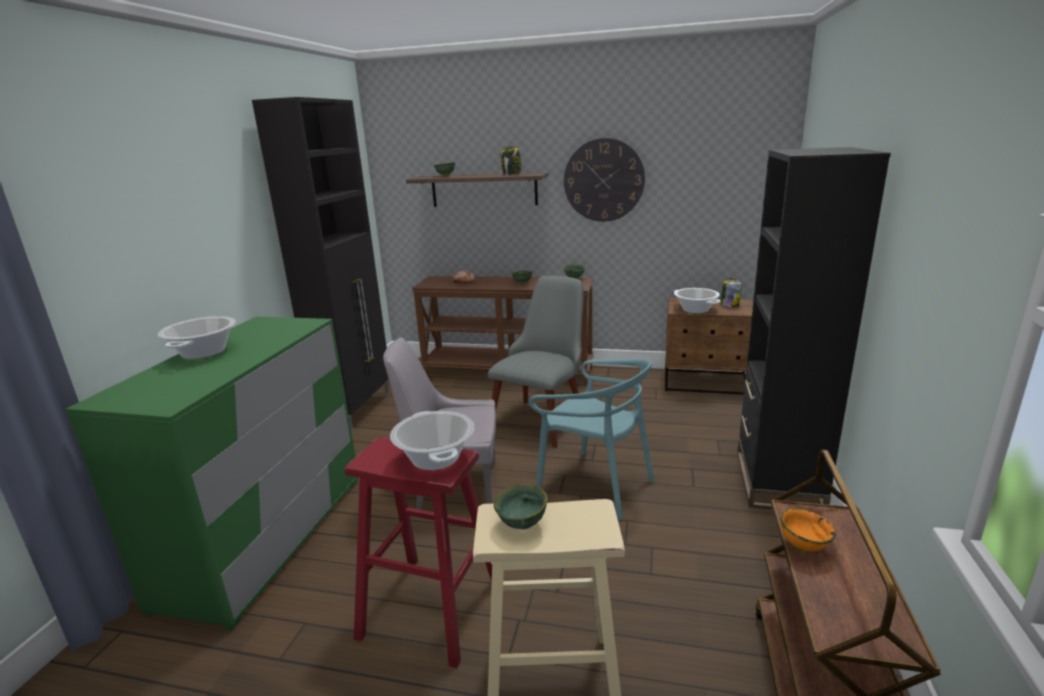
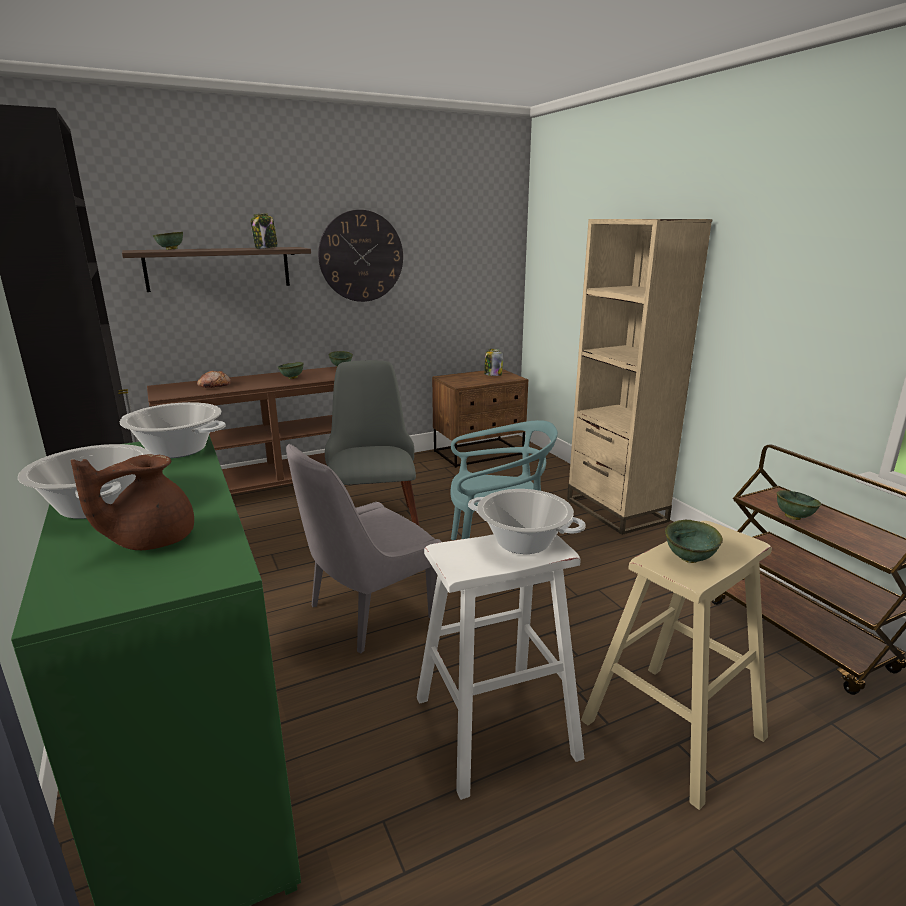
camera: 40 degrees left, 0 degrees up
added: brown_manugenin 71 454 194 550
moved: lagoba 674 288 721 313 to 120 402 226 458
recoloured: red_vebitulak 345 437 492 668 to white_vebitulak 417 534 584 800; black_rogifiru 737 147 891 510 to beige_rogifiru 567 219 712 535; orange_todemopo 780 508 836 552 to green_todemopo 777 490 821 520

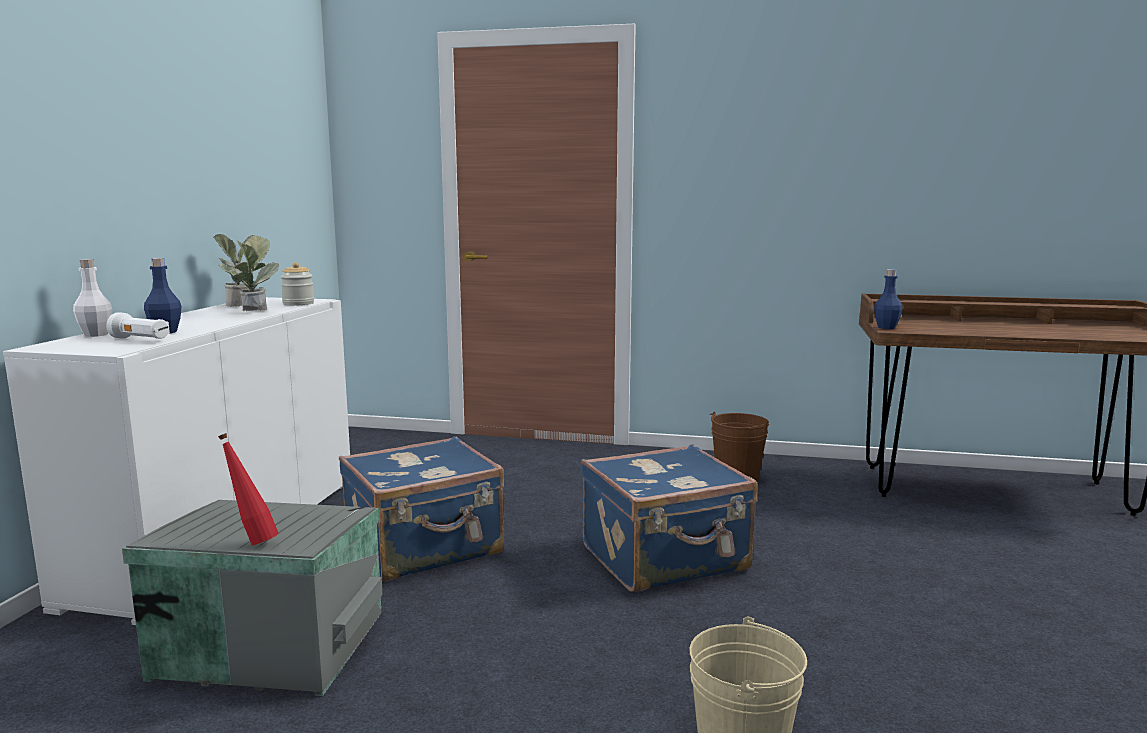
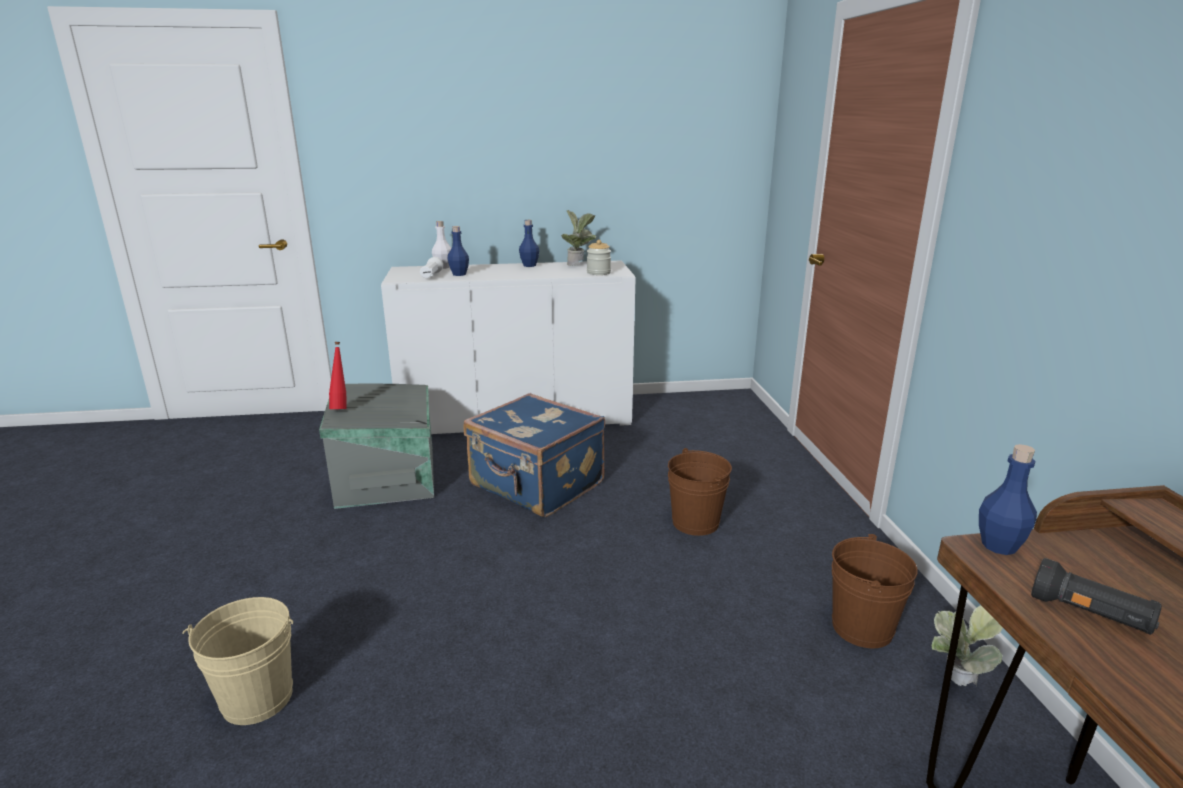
camera: 70 degrees right, 10 degrees up
removed: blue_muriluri 581 444 757 592
added: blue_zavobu 519 220 539 267; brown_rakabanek 668 448 732 536; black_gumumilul 1031 558 1162 635
moved: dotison 218 235 279 311 to 932 605 1003 686

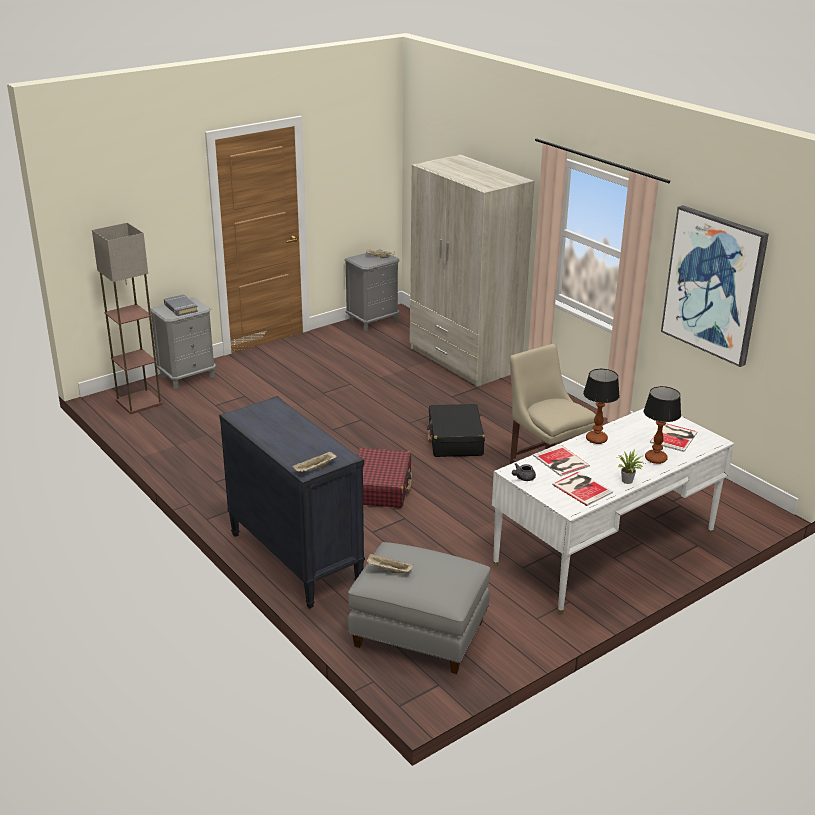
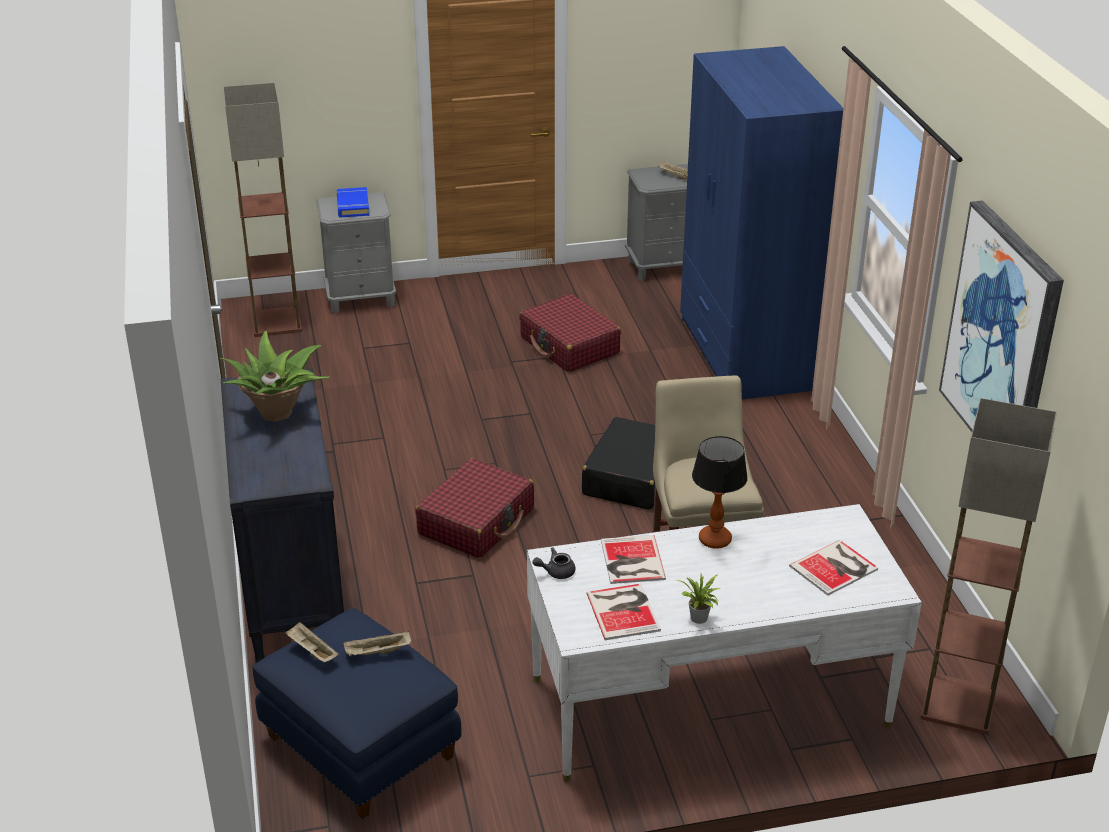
camera: 25 degrees right, 5 degrees up
removed: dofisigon 644 386 681 464
added: dotison 220 331 329 422; red_muriluri 520 294 621 372; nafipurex 921 398 1057 735
moved: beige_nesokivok 292 451 337 472 to 343 631 411 656
recoloured: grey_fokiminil 164 294 198 316 to blue_fokiminil 336 187 369 218; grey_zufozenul 347 542 490 674 to blue_zufozenul 252 608 461 819; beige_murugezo 410 155 534 387 to blue_murugezo 680 46 843 399

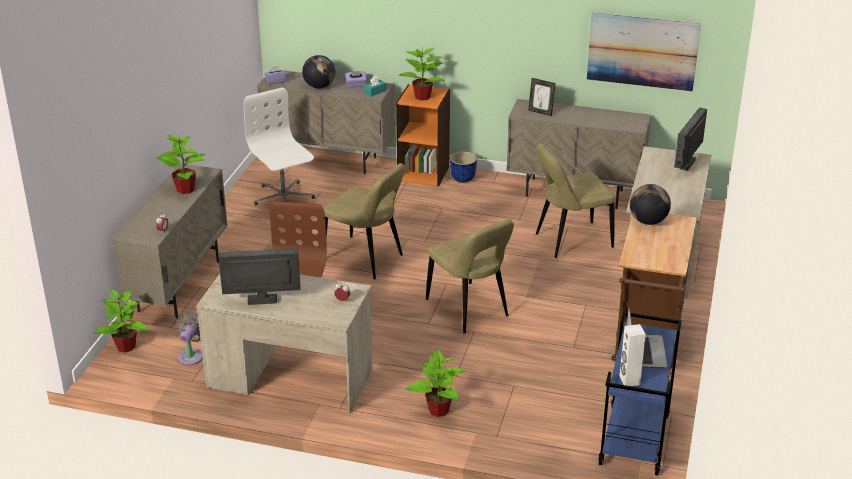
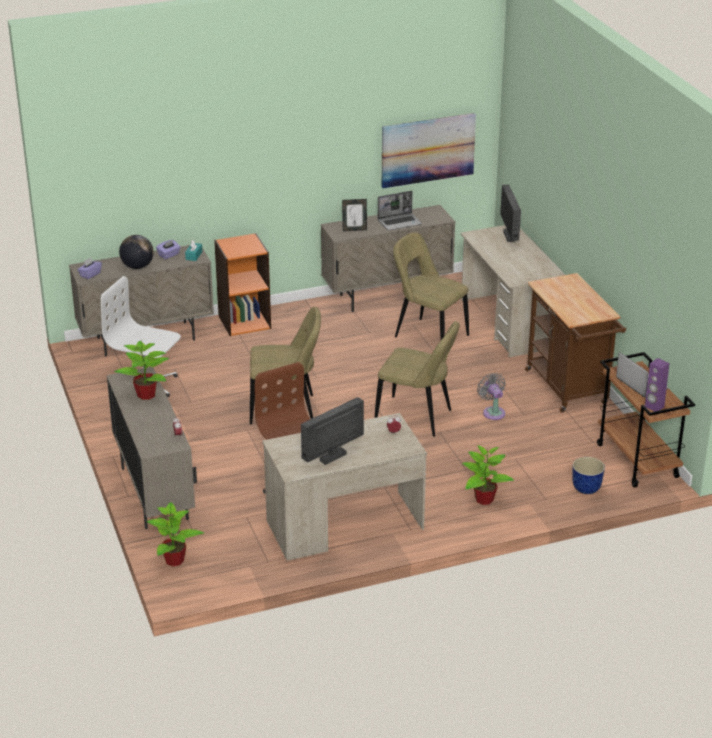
camera: 35 degrees left, 0 degrees up
removed: dotison 399 48 444 100; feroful 630 184 671 225
added: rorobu 378 191 422 230
moved: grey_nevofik 176 312 203 365 to 477 373 506 420; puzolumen 450 151 477 183 to 573 457 605 494
recoloured: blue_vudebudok 598 312 682 475 to brown_vudebudok 597 352 695 488; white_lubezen 619 324 646 386 to purple_lubezen 645 358 669 411
turned: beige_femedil 536 143 615 258 = 393 232 469 340 90 degrees clockwise

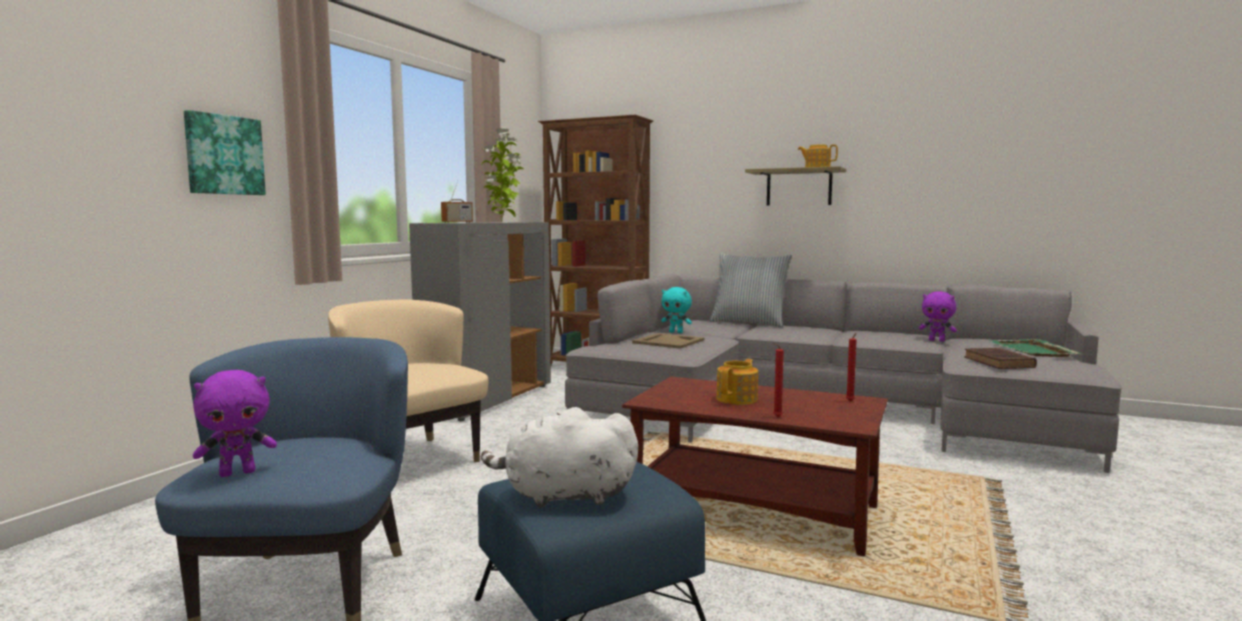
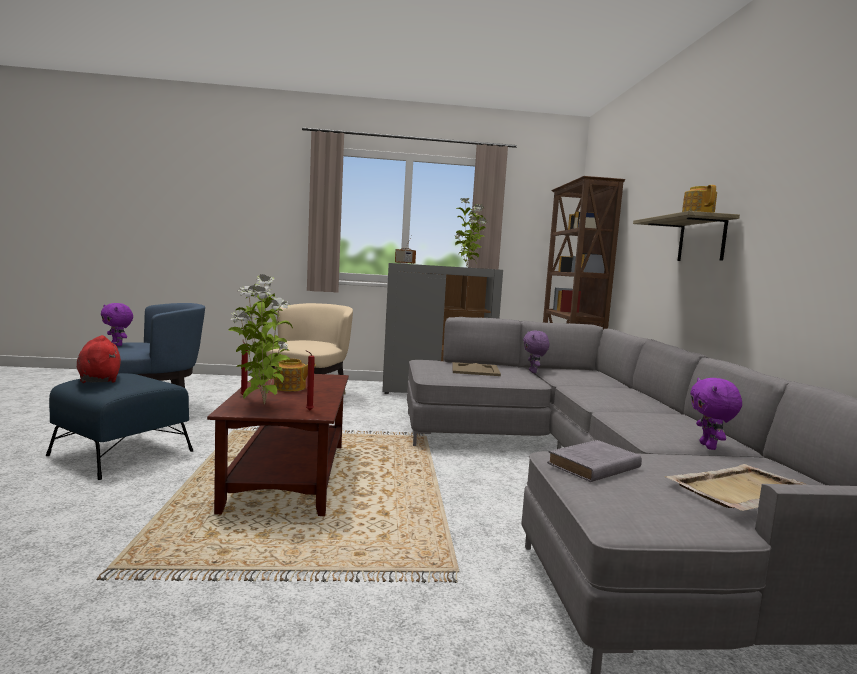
camera: 60 degrees right, 0 degrees up
removed: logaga 184 110 266 195; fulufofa 709 253 792 328
added: dotison 229 274 293 405
recoloured: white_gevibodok 481 407 638 508 to red_gevibodok 77 335 121 383; turquoise_gevibodok 662 287 692 333 to purple_gevibodok 523 331 549 373; brown_fokiminil 964 348 1037 369 to grey_fokiminil 547 440 642 482; green_nesokivok 989 339 1083 357 to beige_nesokivok 665 464 807 511

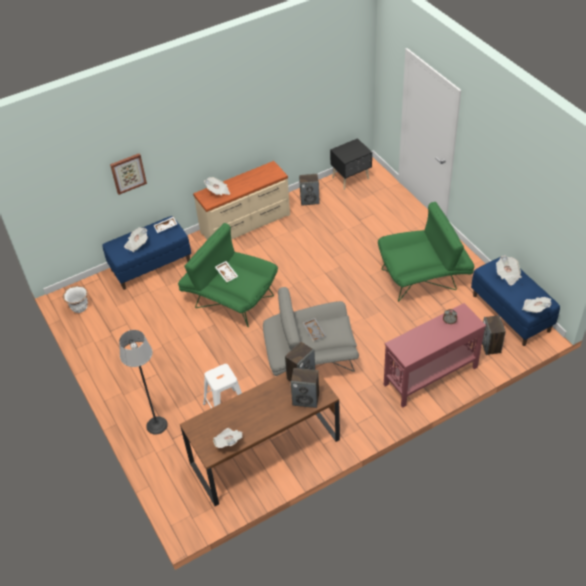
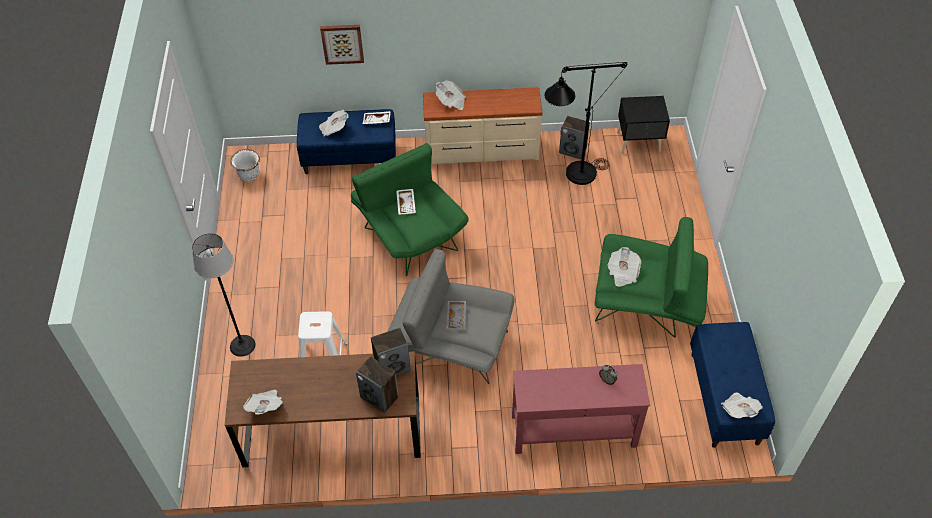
camera: 25 degrees right, 5 degrees up
removed: lubezen 482 315 506 355
added: black_nafipurex 544 62 627 185
moved: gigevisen 496 255 522 285 to 607 247 641 287

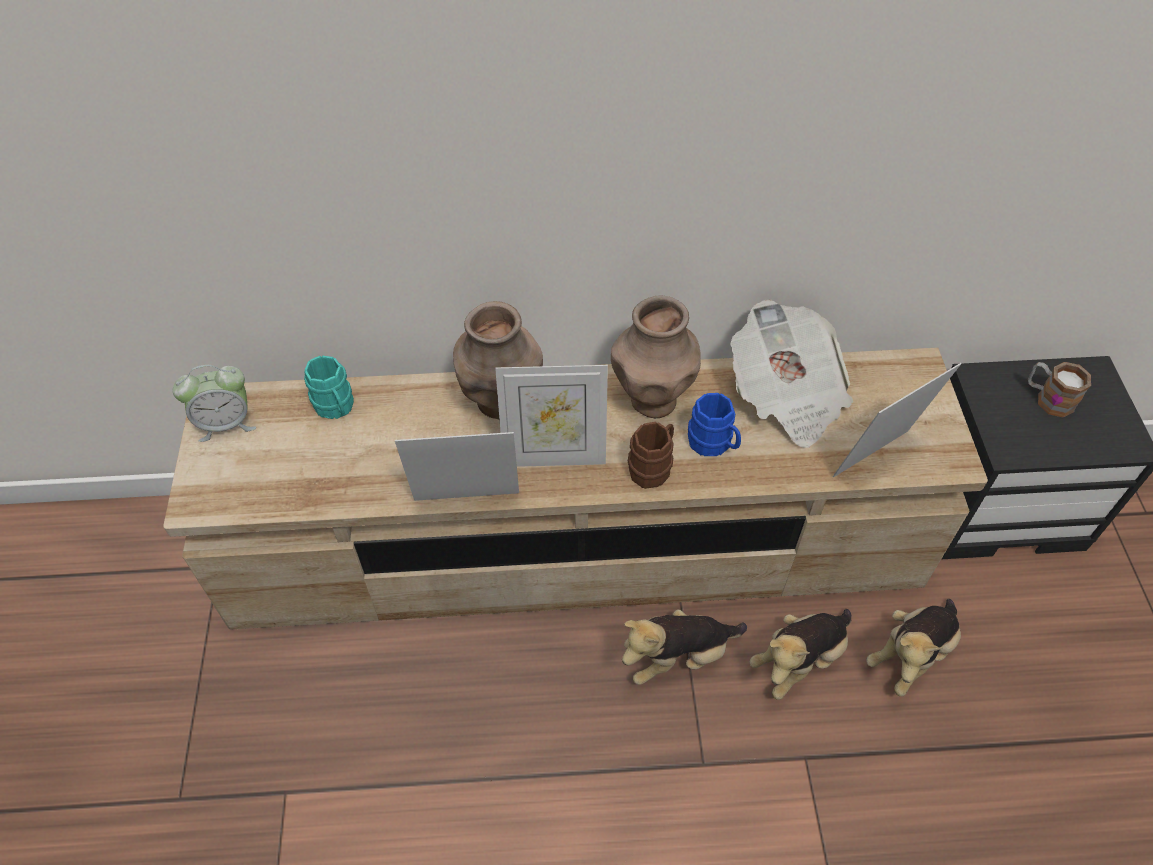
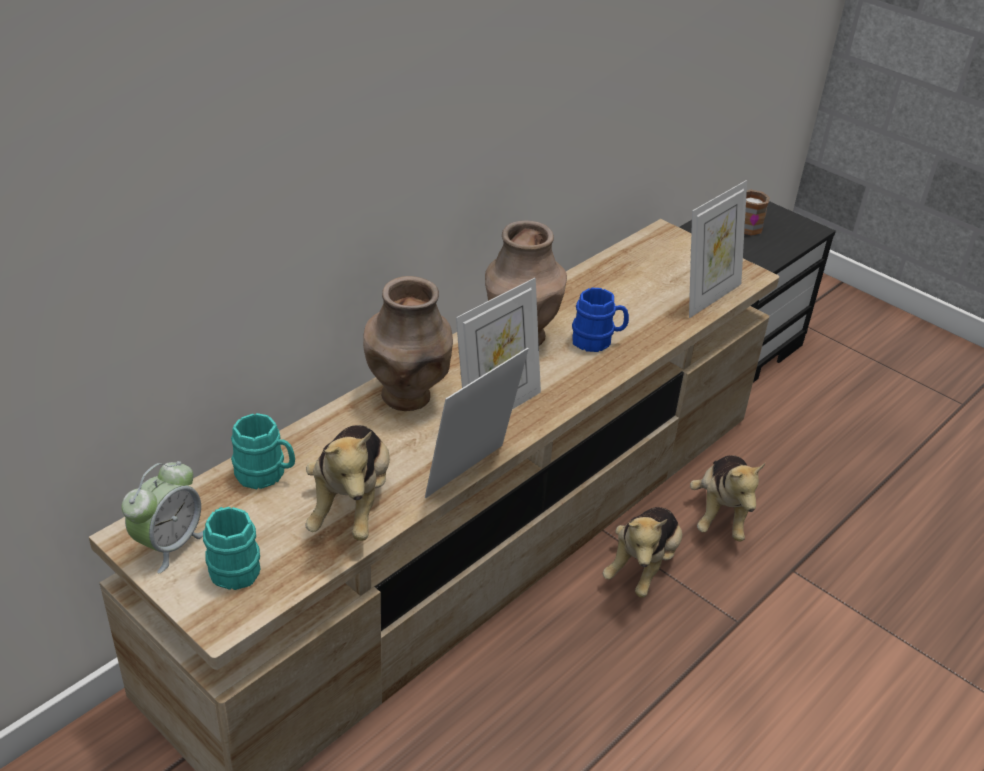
camera: 45 degrees left, 15 degrees down
removed: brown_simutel 628 422 674 489; gigevisen 731 299 853 448
added: turquoise_simutel 203 507 261 590
moved: gevibodok 866 599 961 696 to 305 425 390 541
turned: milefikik 833 363 961 478 = 689 180 747 318 150 degrees counterclockwise

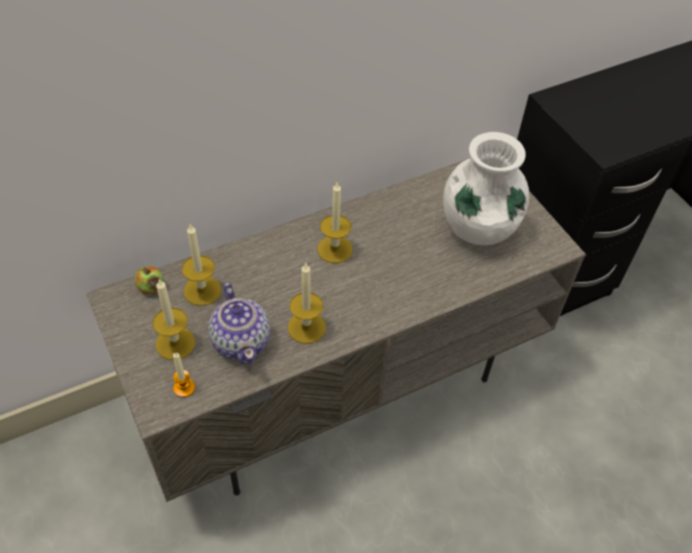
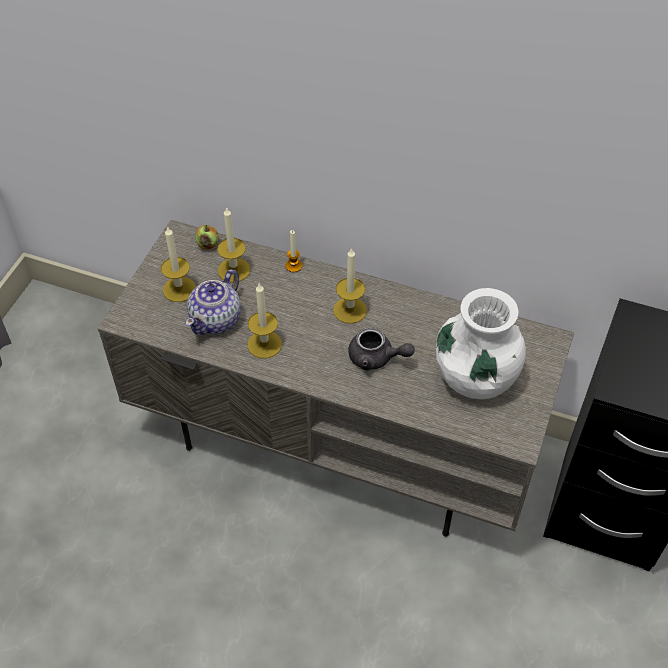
camera: 50 degrees right, 0 degrees up
added: grey_manugenin 348 327 415 370
moved: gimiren 173 353 195 397 to 285 230 302 272

